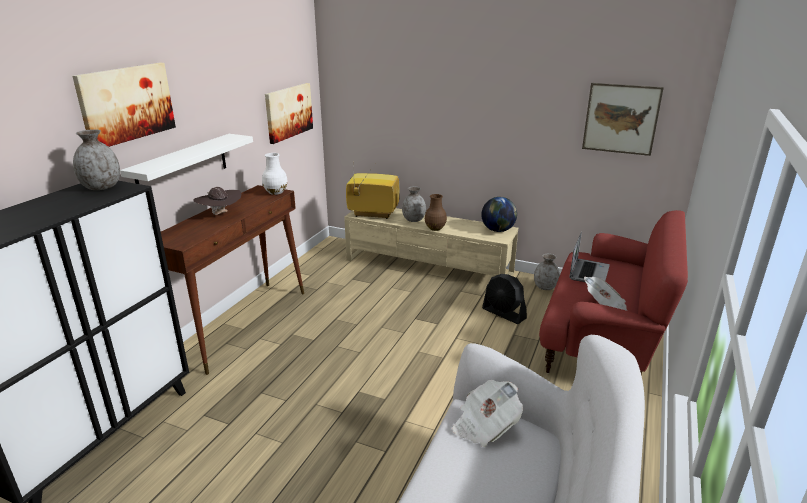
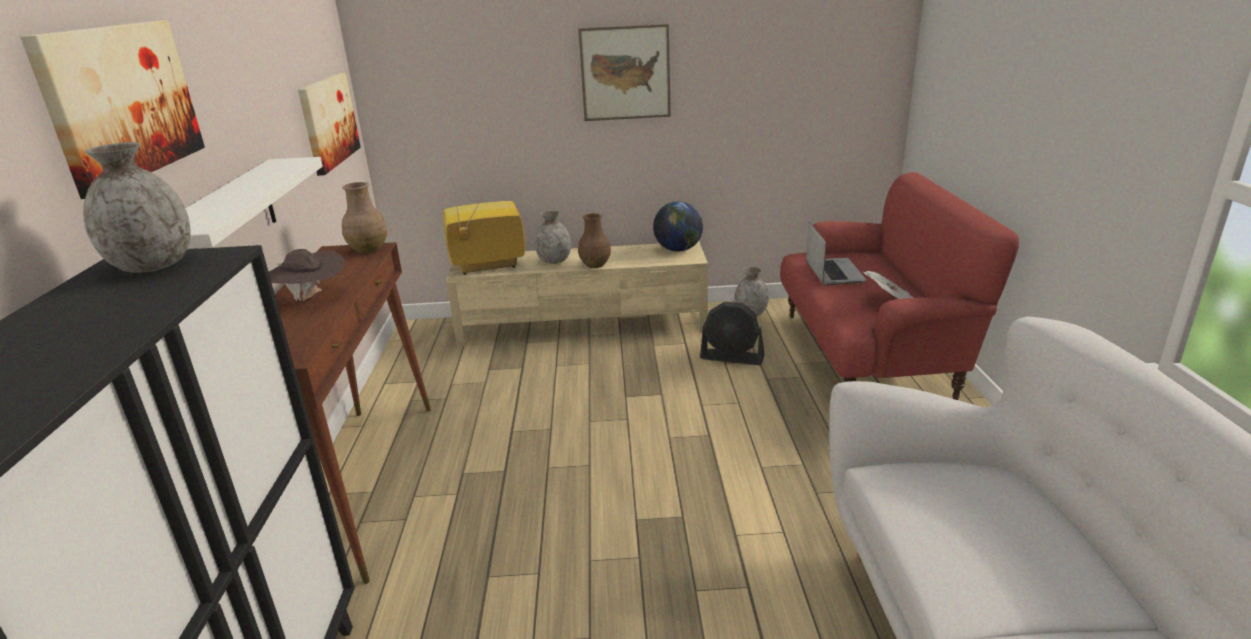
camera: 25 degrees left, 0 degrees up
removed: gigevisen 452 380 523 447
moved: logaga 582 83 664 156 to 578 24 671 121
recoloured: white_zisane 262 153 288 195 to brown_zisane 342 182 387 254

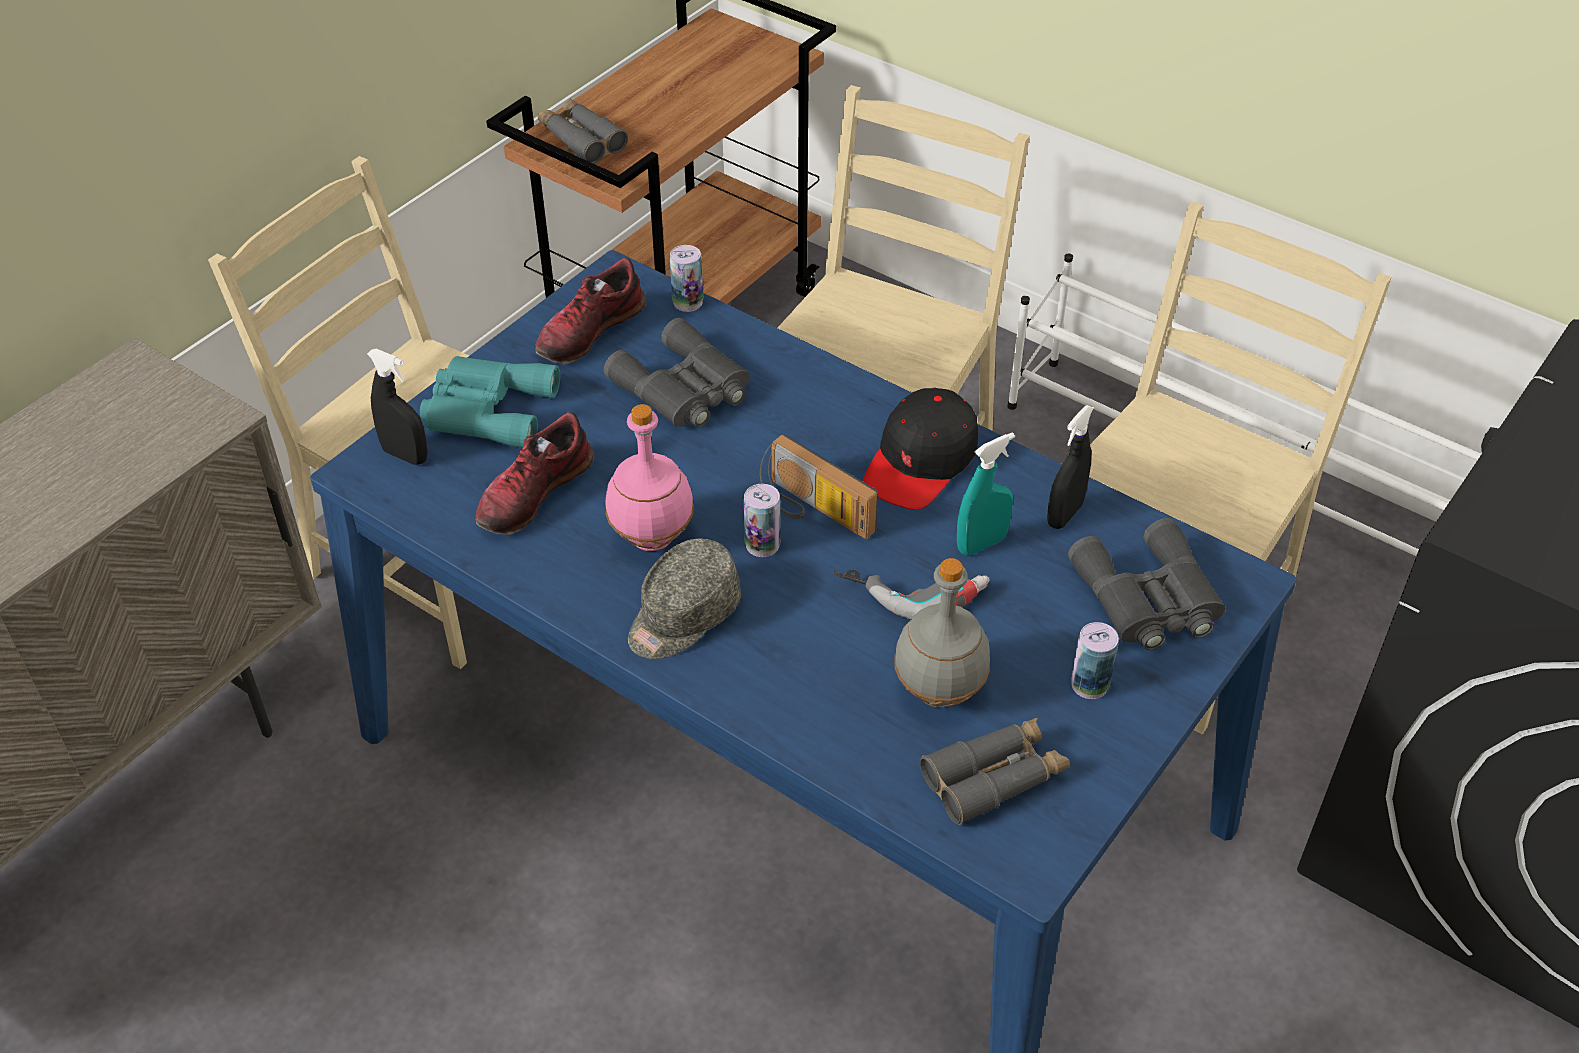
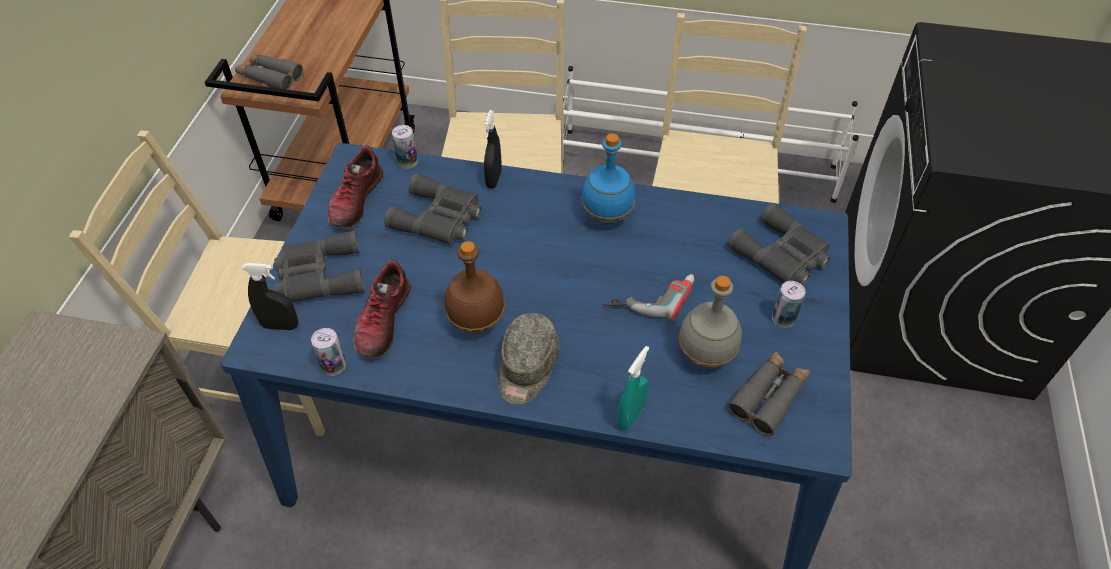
camera: 25 degrees left, 5 degrees up
removed: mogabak 760 434 878 539
moved: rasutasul 743 484 781 557 to 311 328 346 376; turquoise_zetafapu 957 432 1015 555 to 617 346 649 430; black_zetafapu 1047 405 1094 529 to 484 110 502 189
replaced: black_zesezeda 863 387 978 510 to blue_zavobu 581 133 635 225
recoloured: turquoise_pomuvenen 420 356 560 448 to grey_pomuvenen 274 231 364 302; pink_zavobu 605 404 694 551 to brown_zavobu 445 241 505 333

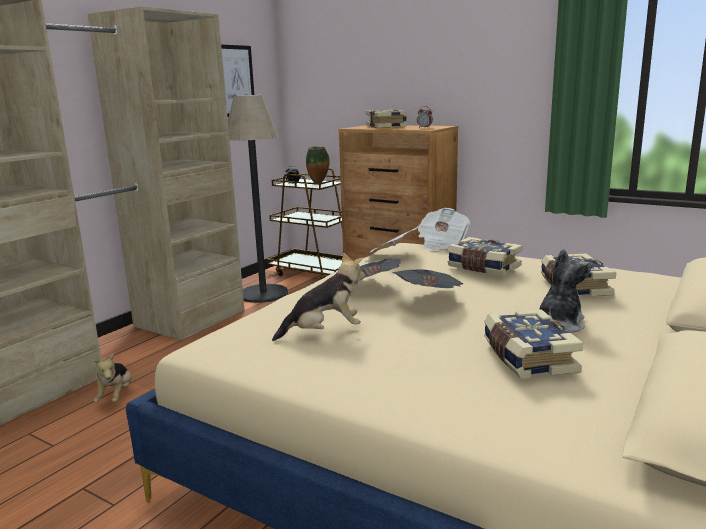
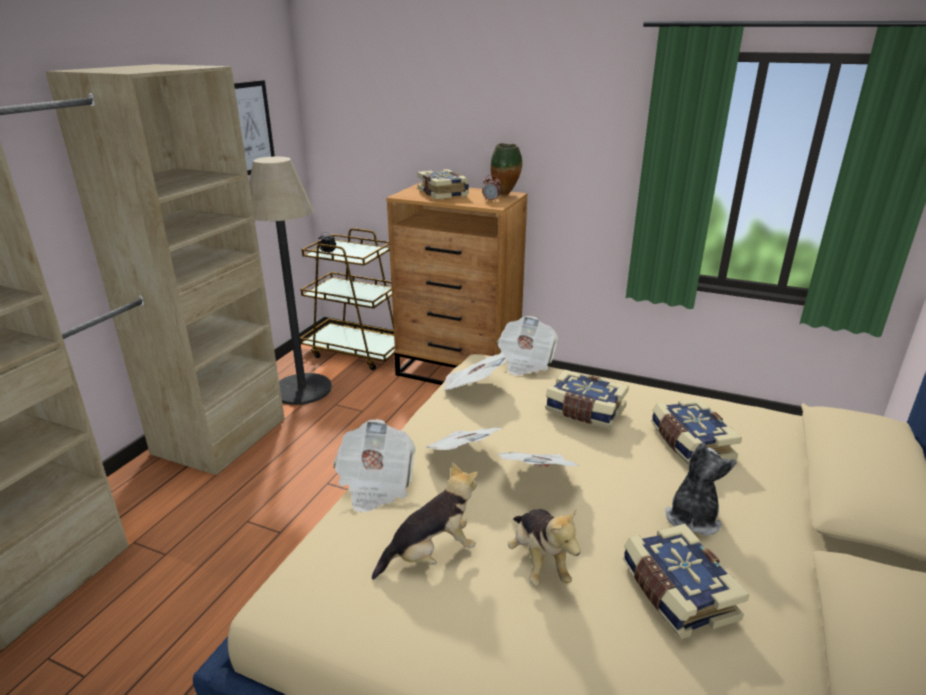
camera: 10 degrees left, 10 degrees up
added: gigevisen 333 419 416 513
moved: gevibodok 93 353 132 402 to 508 509 581 586; zisane 306 146 330 183 to 490 143 522 195

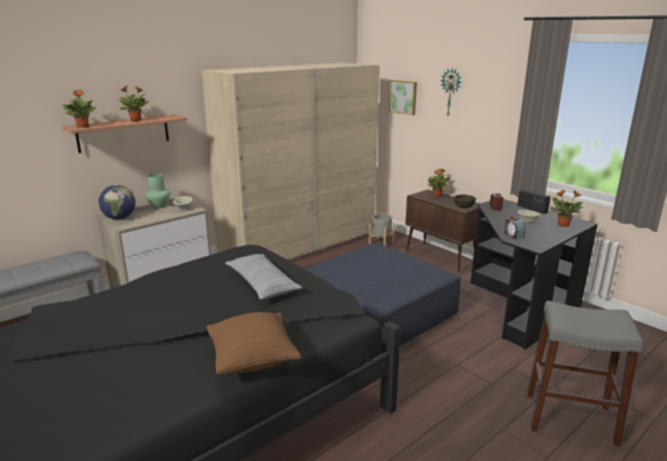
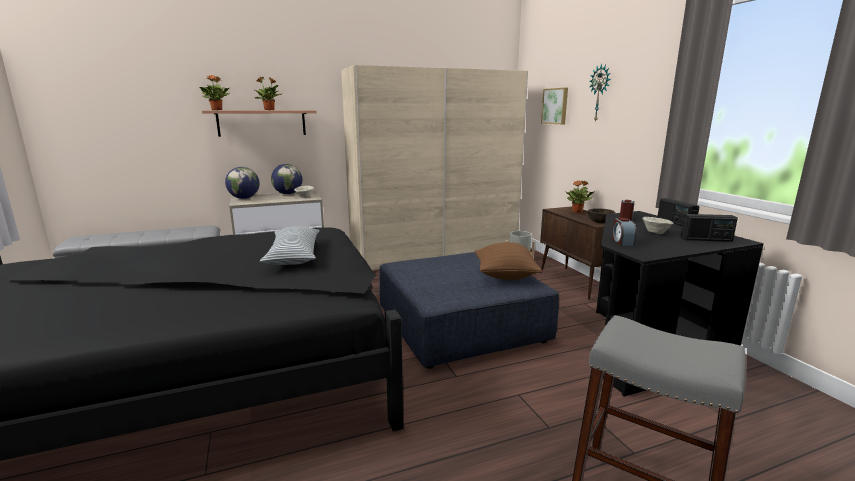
camera: 20 degrees right, 5 degrees down
moved: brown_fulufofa 207 312 301 374 to 475 242 542 280
replaced: green_zisane 145 173 170 208 to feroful 271 164 302 194; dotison 551 190 583 227 to mogabak 680 214 738 242

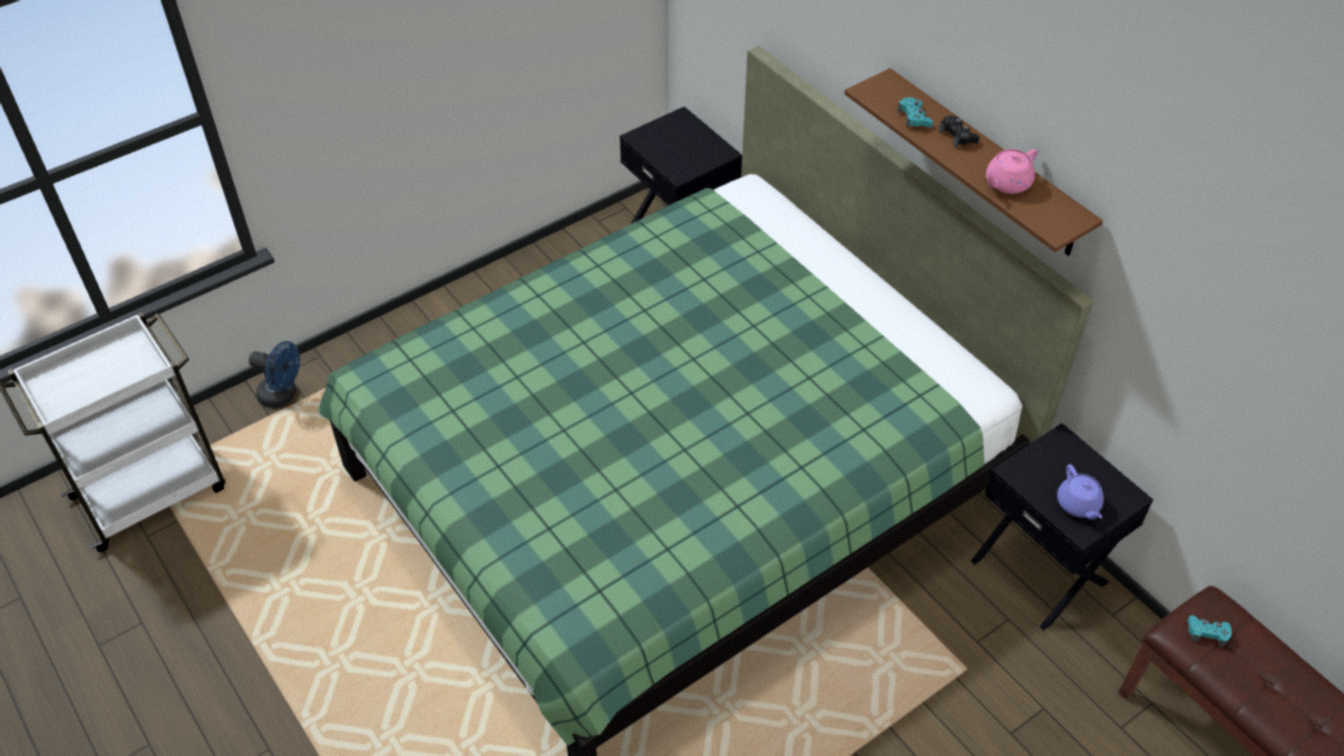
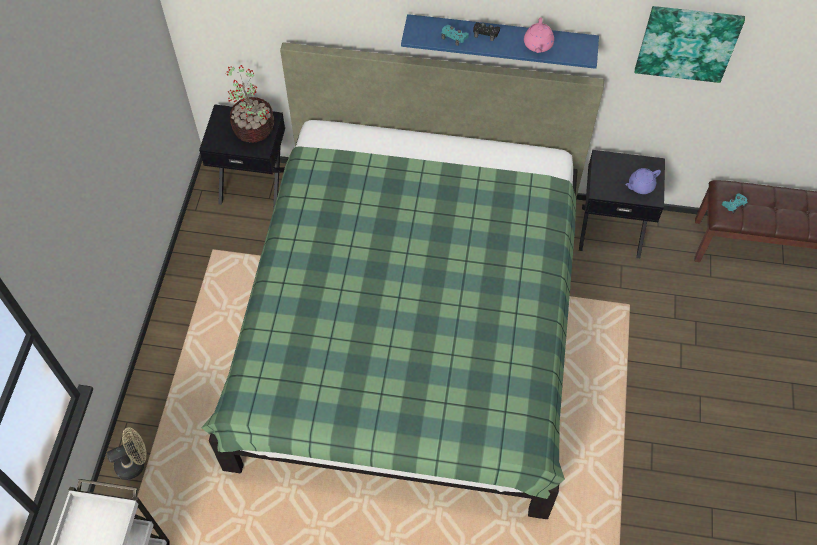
camera: 45 degrees left, 10 degrees up
added: dotison 225 65 274 143; logaga 635 6 745 83
recoloured: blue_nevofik 249 341 300 408 to beige_nevofik 107 427 147 480; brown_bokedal 844 68 1103 256 to blue_bokedal 401 14 599 69
turned: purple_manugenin 1057 464 1104 520 = 625 168 661 194 120 degrees clockwise

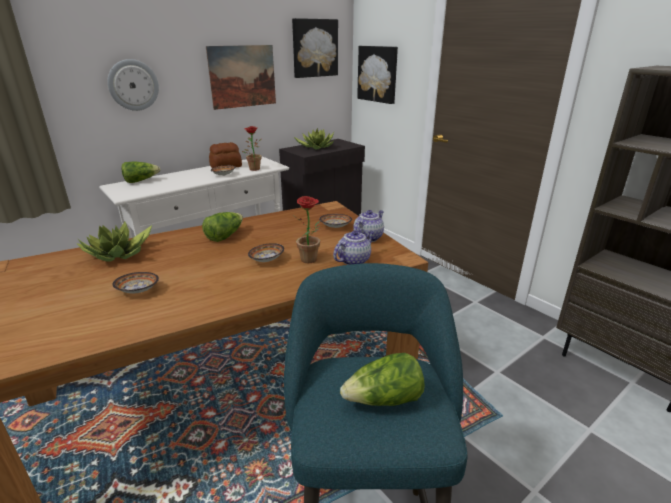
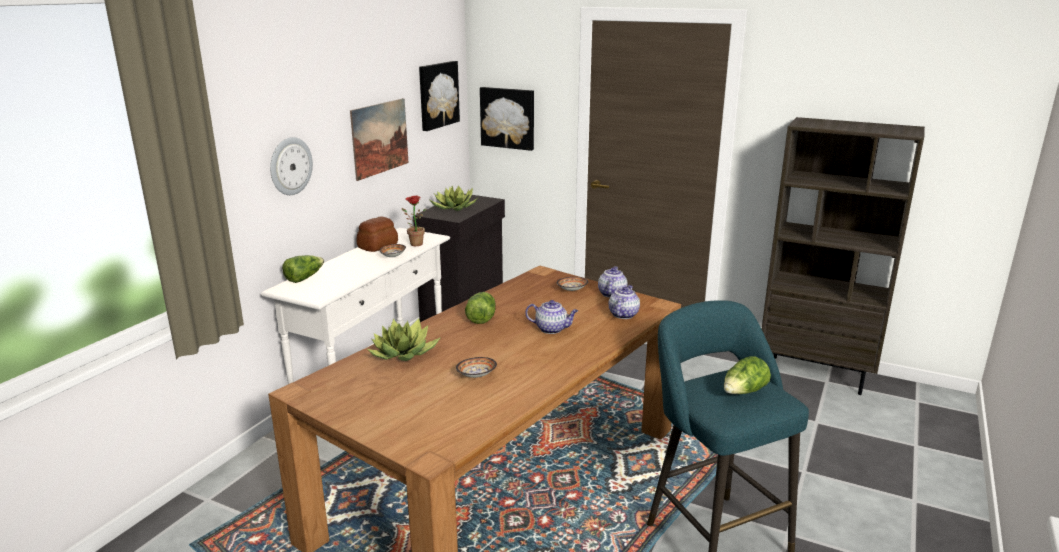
camera: 25 degrees left, 5 degrees down
removed: dotison 293 196 321 263
replaced: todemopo 248 243 284 262 to manugenin 525 300 578 334

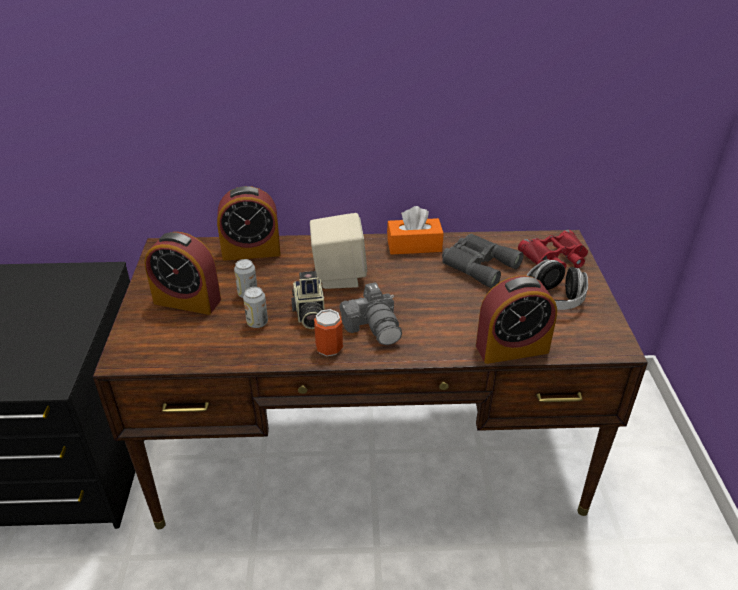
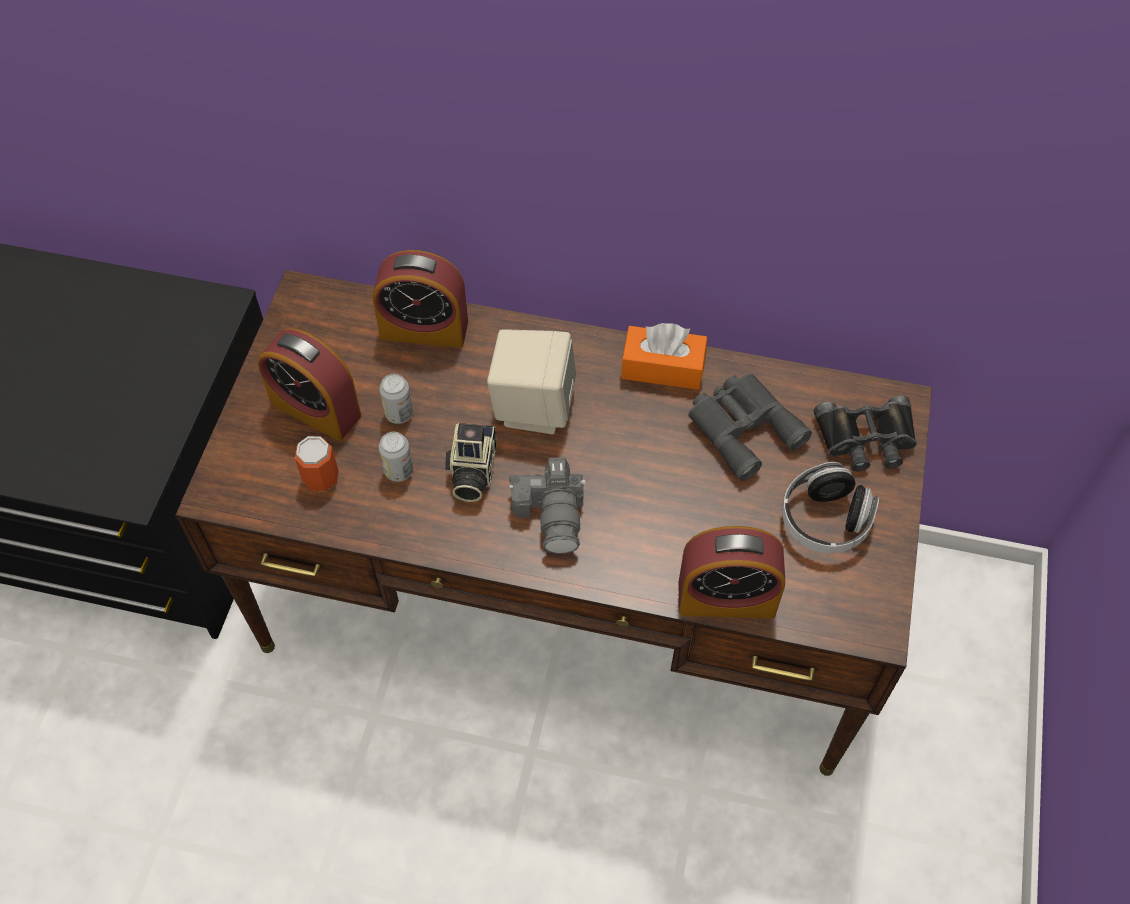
camera: 15 degrees right, 20 degrees up
moved: rasutasul 314 309 343 356 to 295 436 339 491
recoloured: red_pomuvenen 518 230 588 269 to black_pomuvenen 814 395 917 471

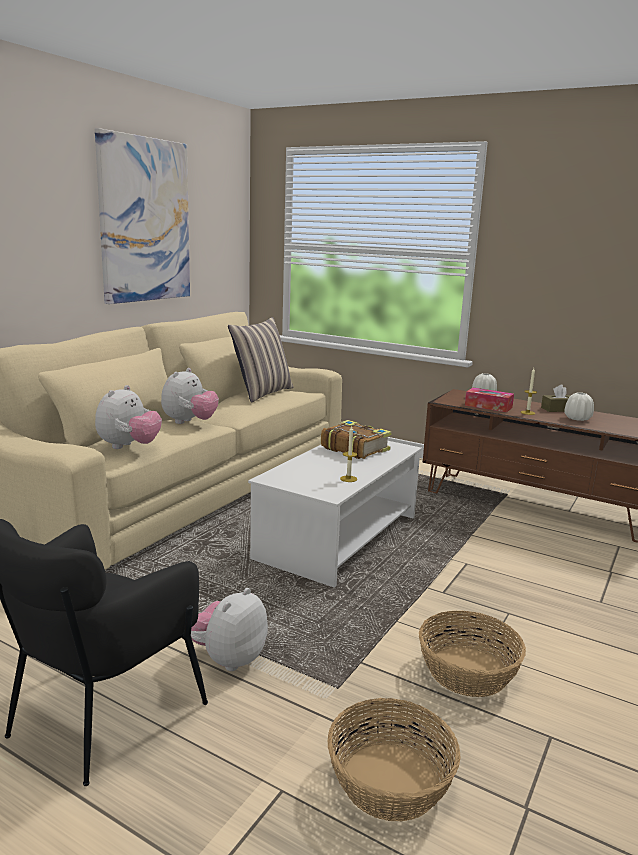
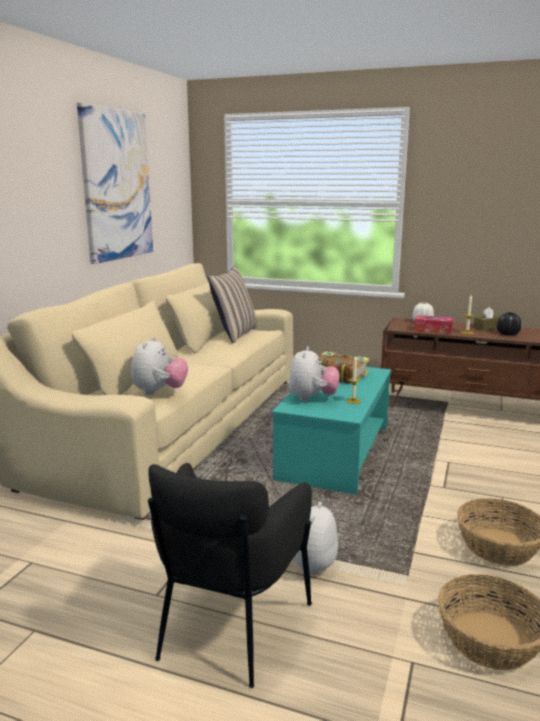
camera: 10 degrees left, 0 degrees up
moved: gevibodok 161 368 219 424 to 288 346 340 402
recoloured: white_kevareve 248 441 422 588 to turquoise_kevareve 272 367 391 495; white_zisane 564 392 594 421 to black_zisane 497 312 521 336

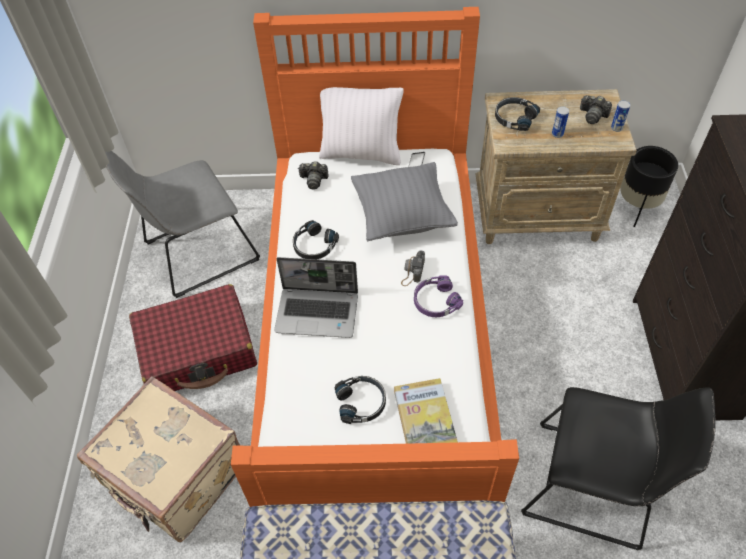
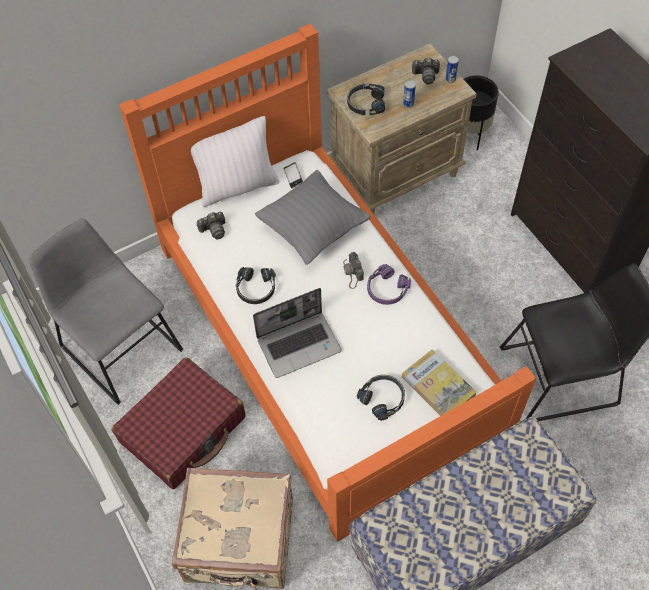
camera: 30 degrees left, 5 degrees up
turned: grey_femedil 105 151 260 298 = 28 218 183 405 105 degrees clockwise

